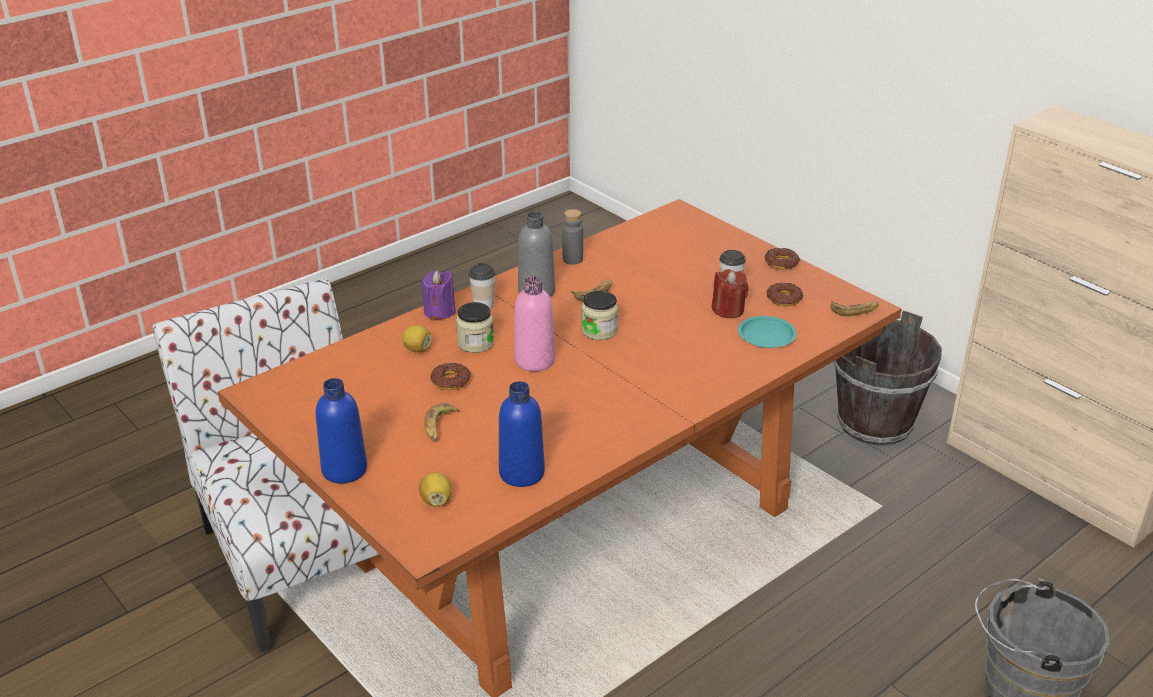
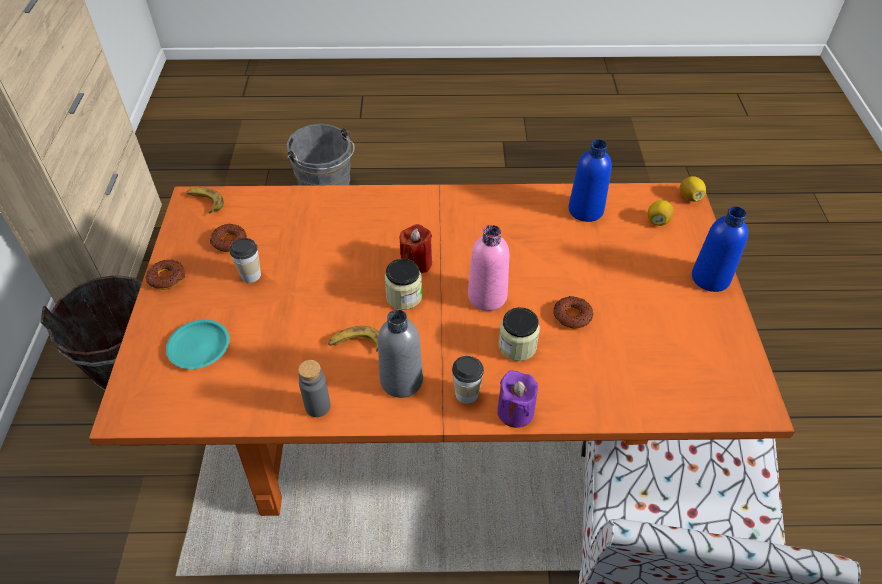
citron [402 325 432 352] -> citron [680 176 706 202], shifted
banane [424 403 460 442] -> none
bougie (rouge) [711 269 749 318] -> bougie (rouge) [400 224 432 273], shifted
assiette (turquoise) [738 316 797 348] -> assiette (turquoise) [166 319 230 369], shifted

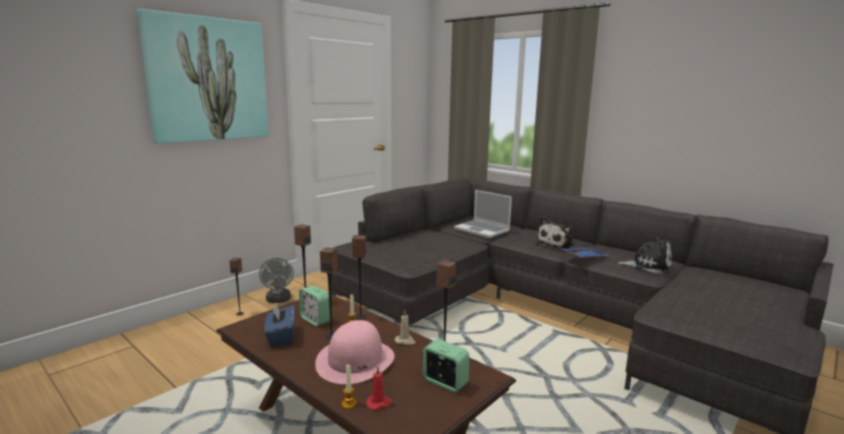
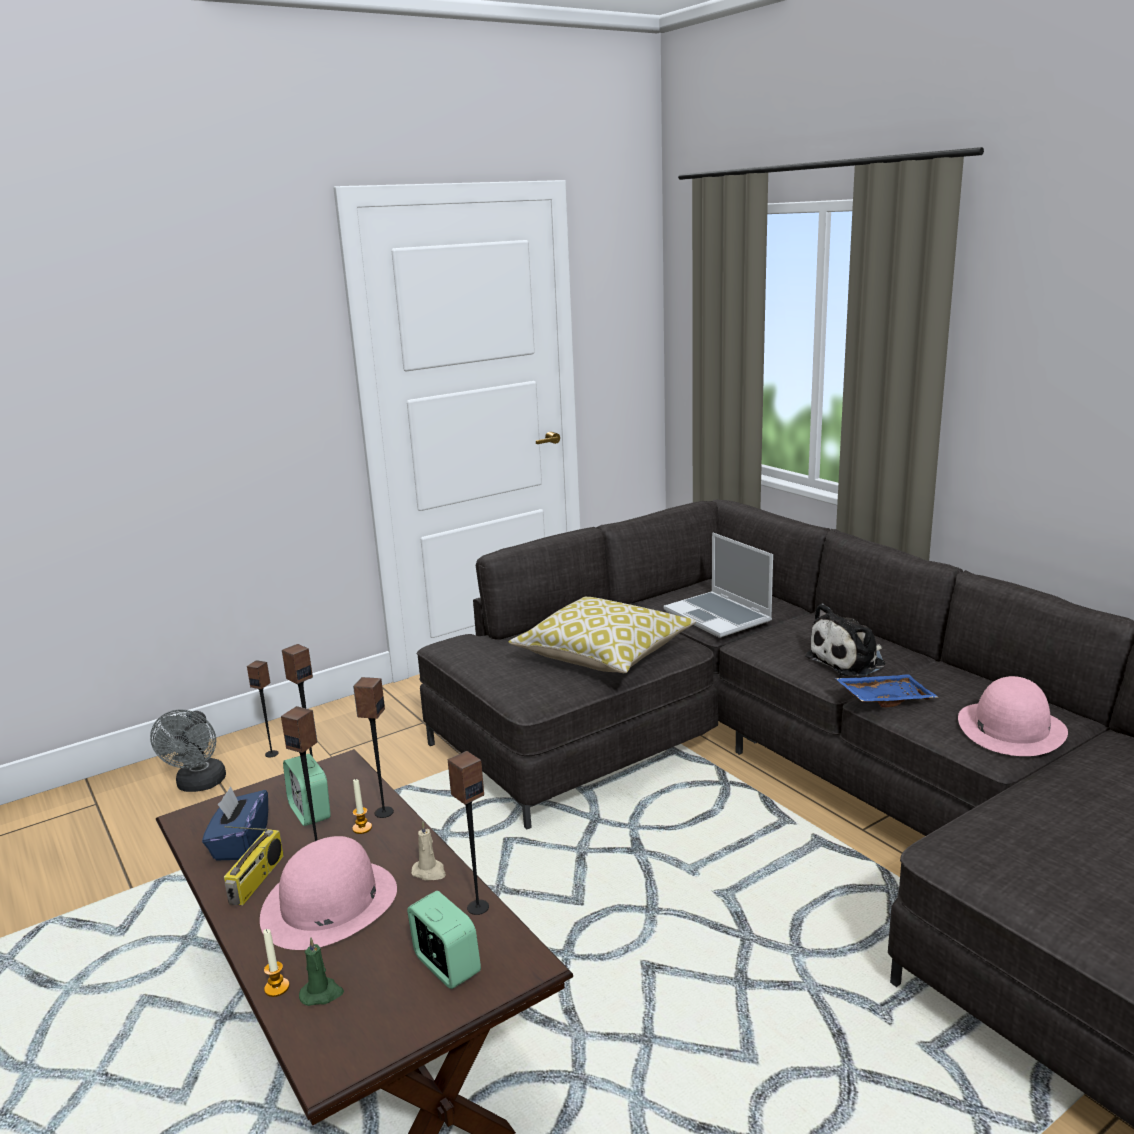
tableau [137 9 269 143] -> none
ventilateur (gris) [259 258 294 303] -> ventilateur (gris) [150 710 226 792], shifted
bougie (rouge) [366 367 392 410] -> bougie (vert) [299 937 344 1006]
peluche [618 236 672 274] -> chapeau (rose) [958 676 1068 756]
none -> radio [224 826 284 905]
none -> coussin [509 597 696 673]

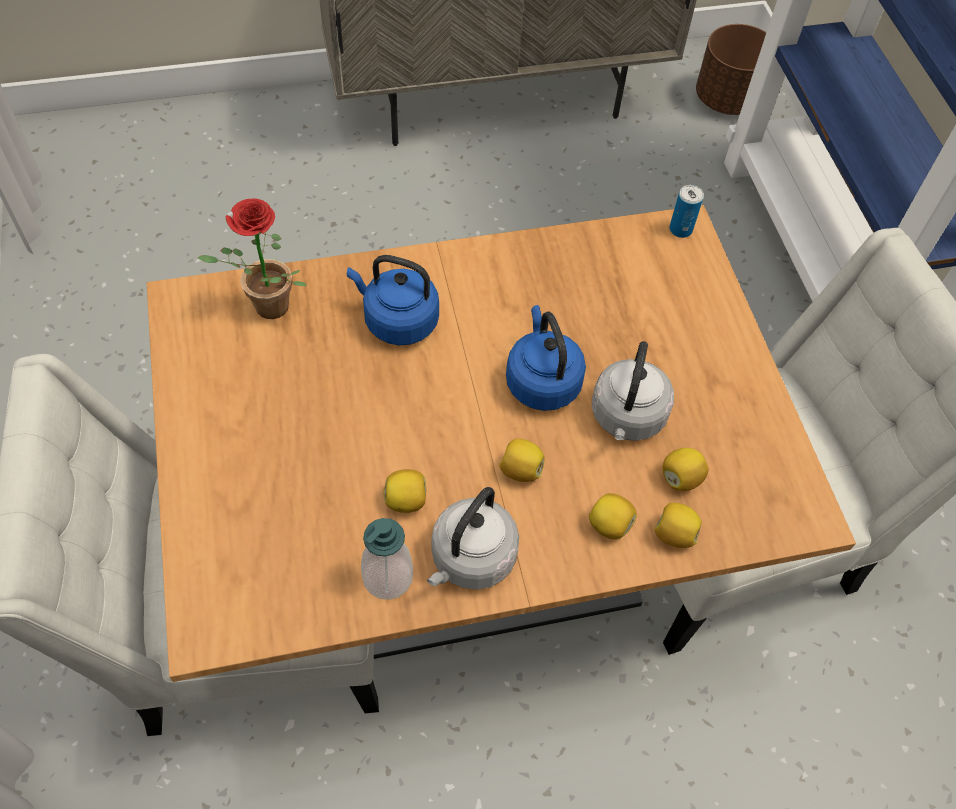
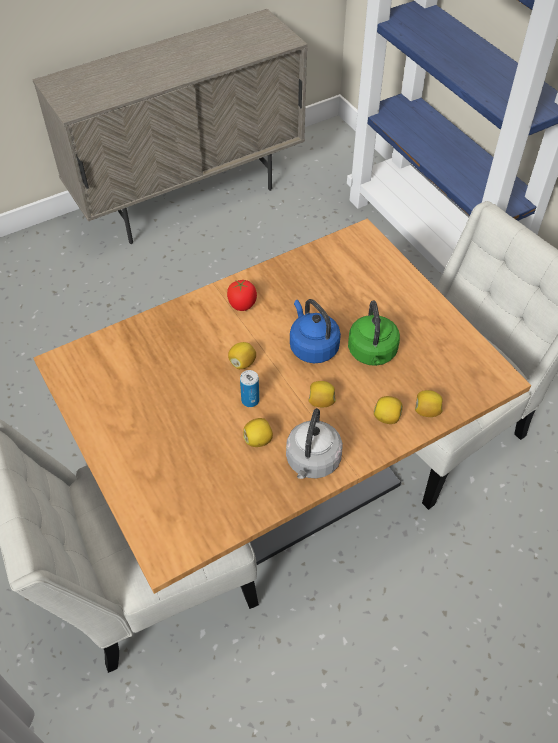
plante en pot [198 198 307 319] -> none
bouilloire (bleu) [347 255 439 345] -> none
distributeur de savon [361 518 413 600] -> none
bouilloire (gris) [592 341 674 441] -> bouilloire (vert) [348 300 400 366]
citron [663 448 708 491] -> citron [228 342 256 369], shifted
boîte métallique [669 185 704 238] -> boîte métallique [240 370 259 407], shifted
cache-pot (marron) [696 24 766 115] -> none
none -> tomate [227 279 257 311]

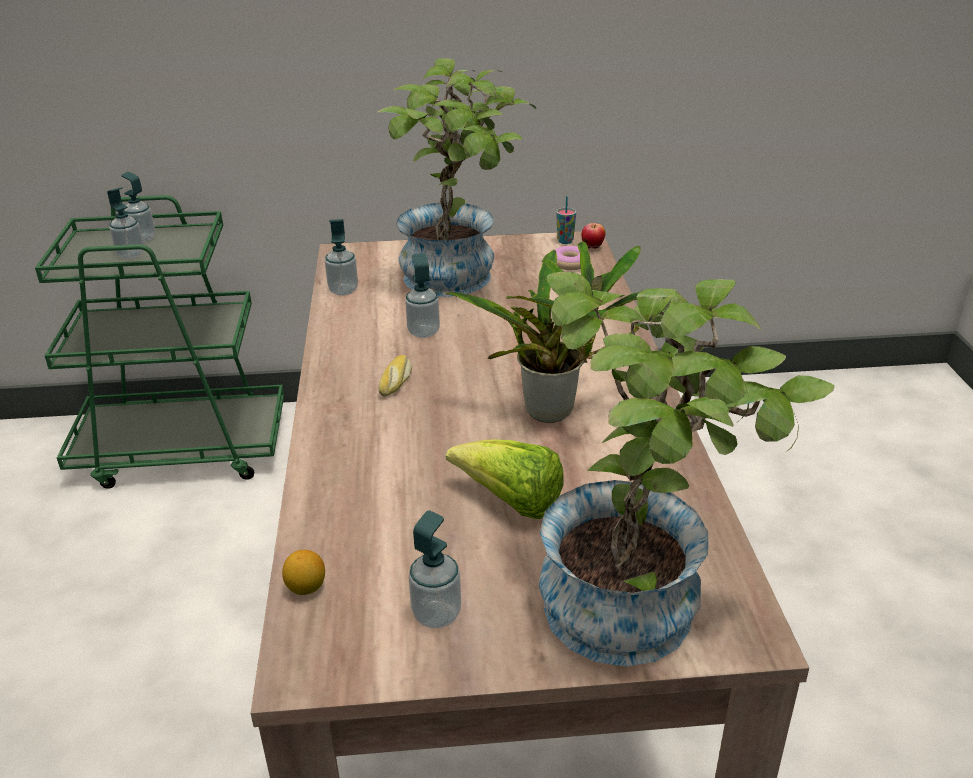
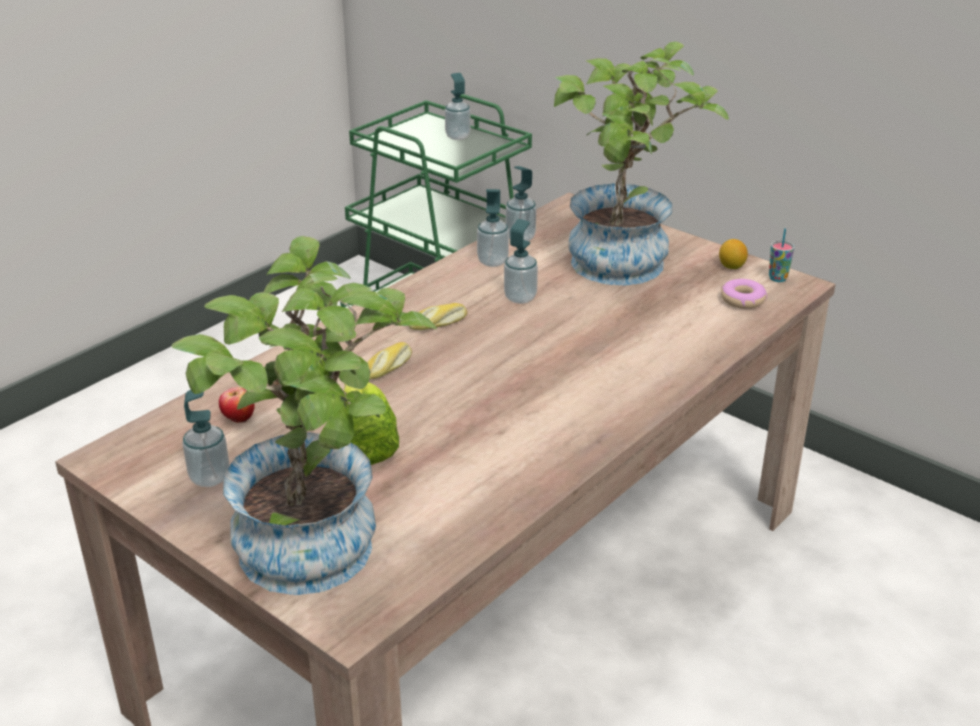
distributeur de savon [107 188 144 259] -> distributeur de savon [477 189 509 267], shifted
citron [282 550 325 595] -> citron [719 239 748 269], shifted
plante en pot [446 241 641 423] -> none
pomme [582 223 606 248] -> pomme [219 387 255 423], shifted
none -> pain [367 342 412 380]

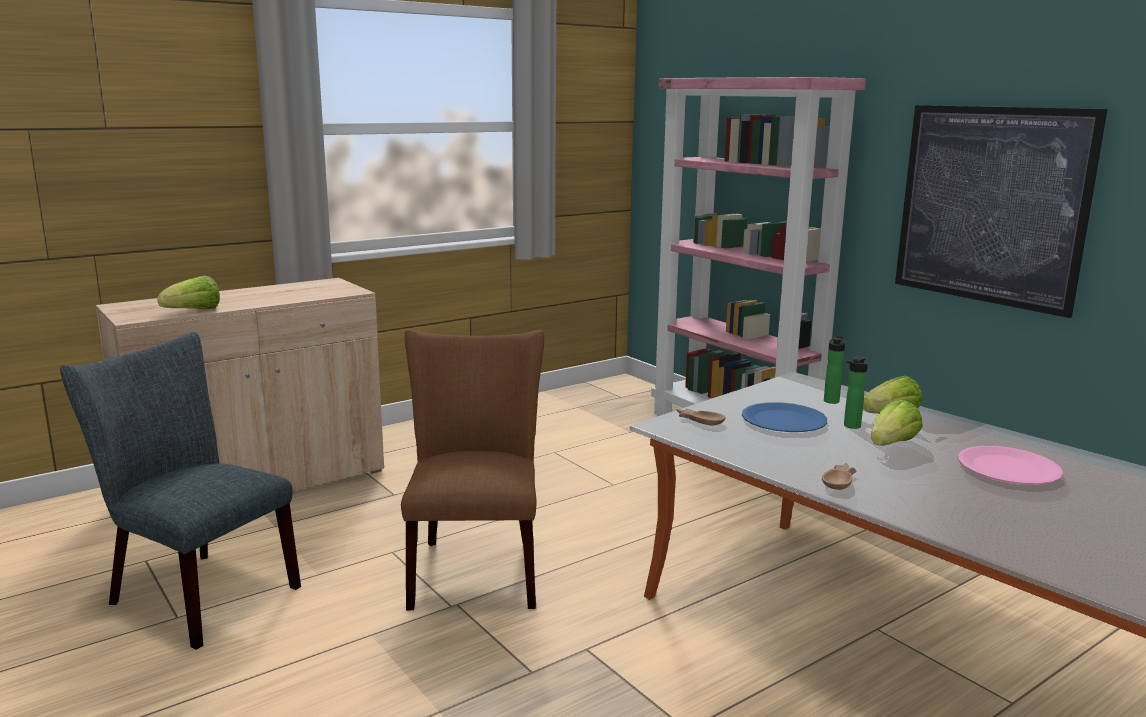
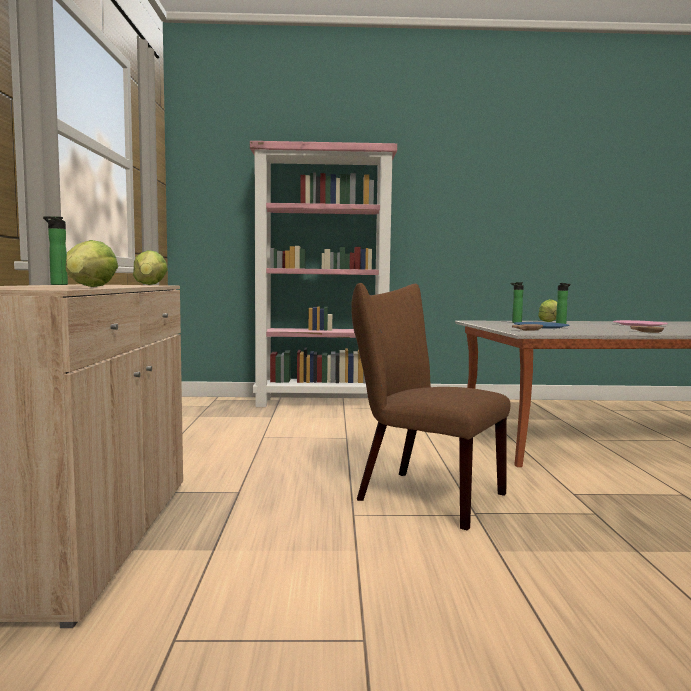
chaise (gris) [60 332 301 650] -> none
laitue [871 400 922 446] -> laitue [133 250 168 285], shifted
tableau [895 105 1108 318] -> none
none -> bouteille [43 216 68 285]

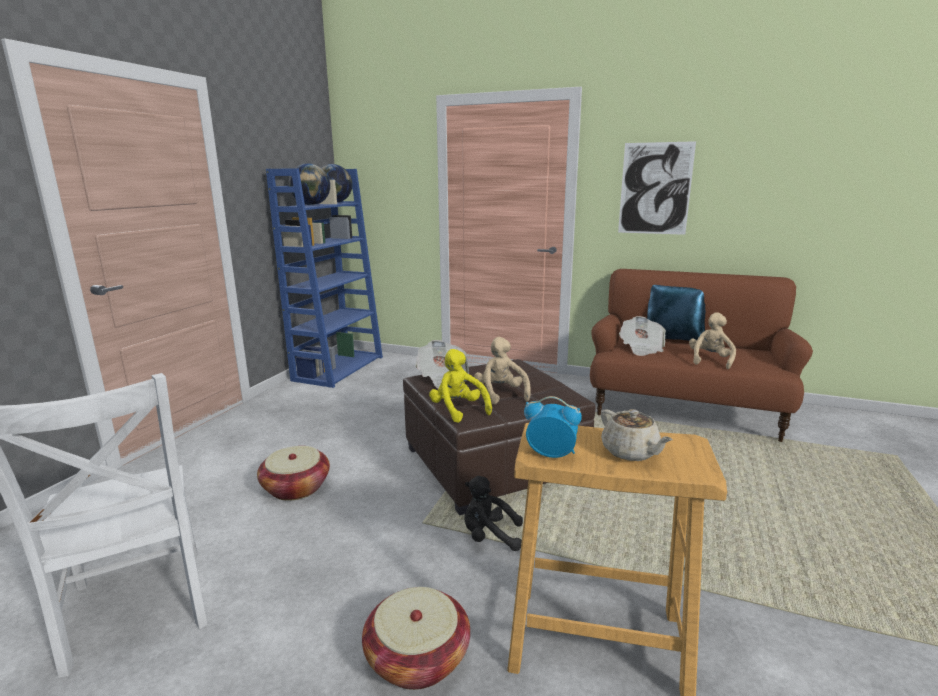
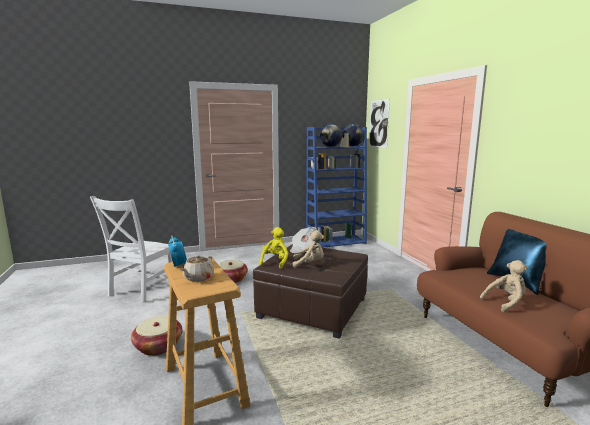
peluche (noir) [464 476 523 551] -> none
peluche (beige) [474 337 530 405] -> peluche (beige) [293 230 324 268], 60 degrees clockwise
tableau [618 141 696 235] -> tableau [369 99 390 148], shifted
journal [619 316 666 356] -> none

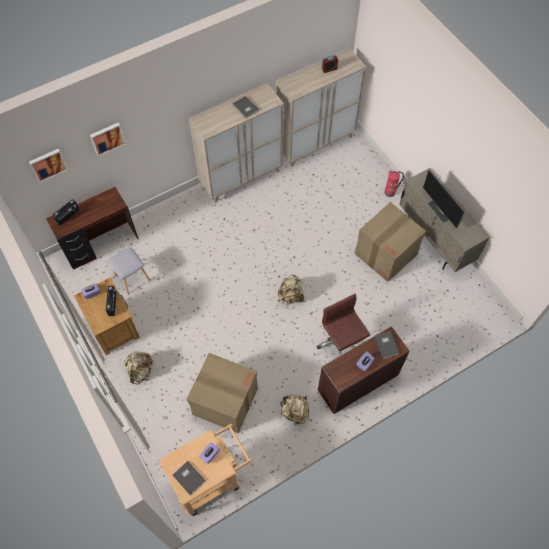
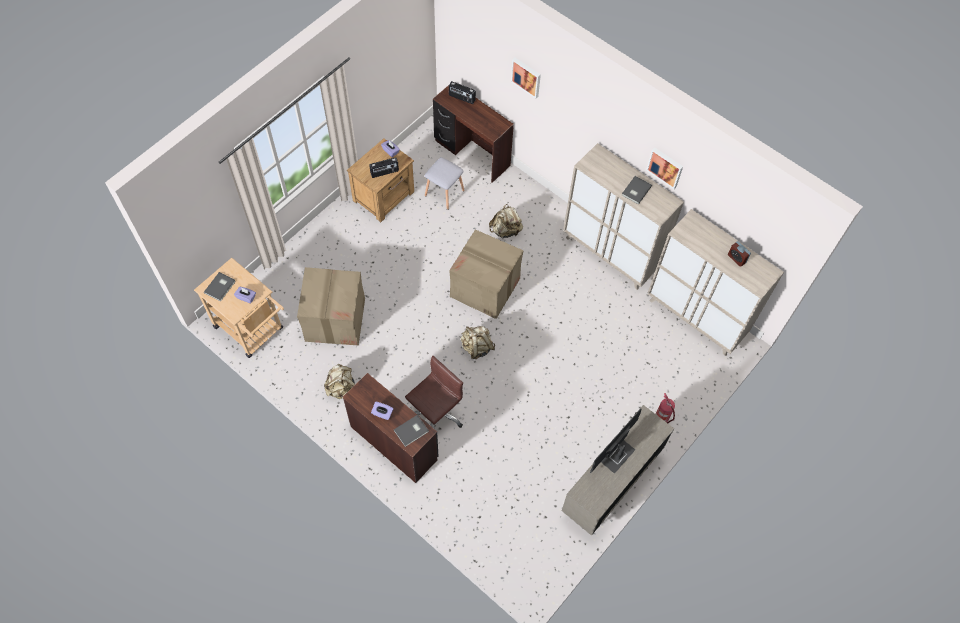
tableau [29 148 68 183] -> tableau [646 147 683 189], shifted
sac à dos (beige) [124 352 153 385] -> sac à dos (beige) [489 204 523 238], shifted
carton [354 202 426 282] -> carton [449 229 524 319], shifted

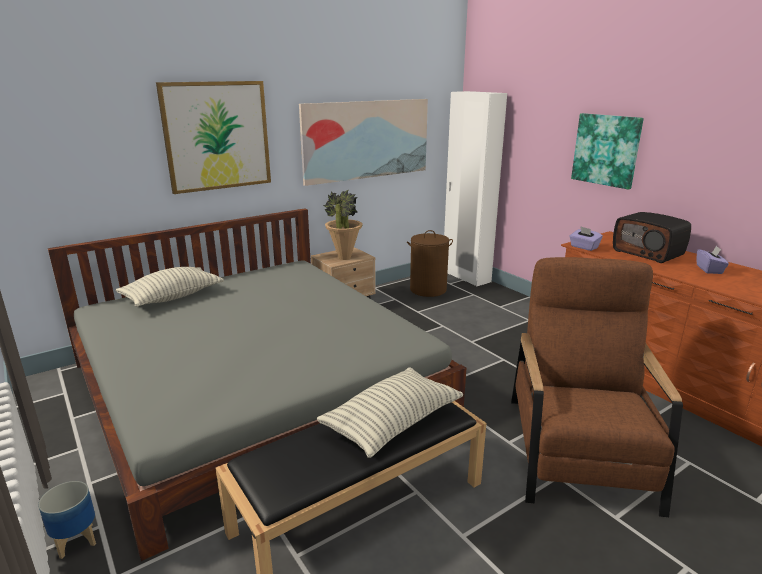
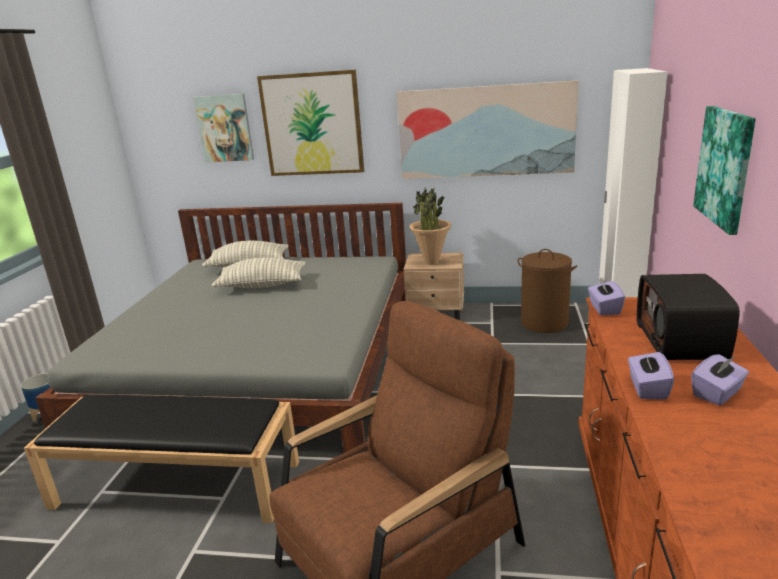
coussin [317 367 463 458] -> coussin [211 257 305 288], shifted
none -> tableau [193 94 254 162]
none -> boîte à mouchoirs (violet) [628 348 674 399]

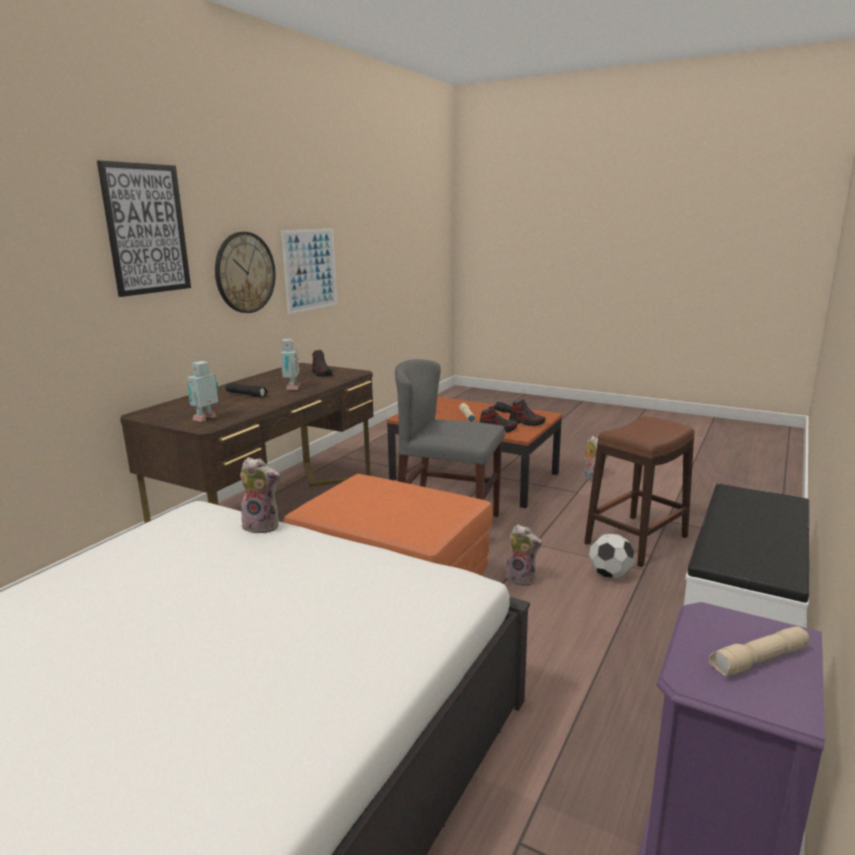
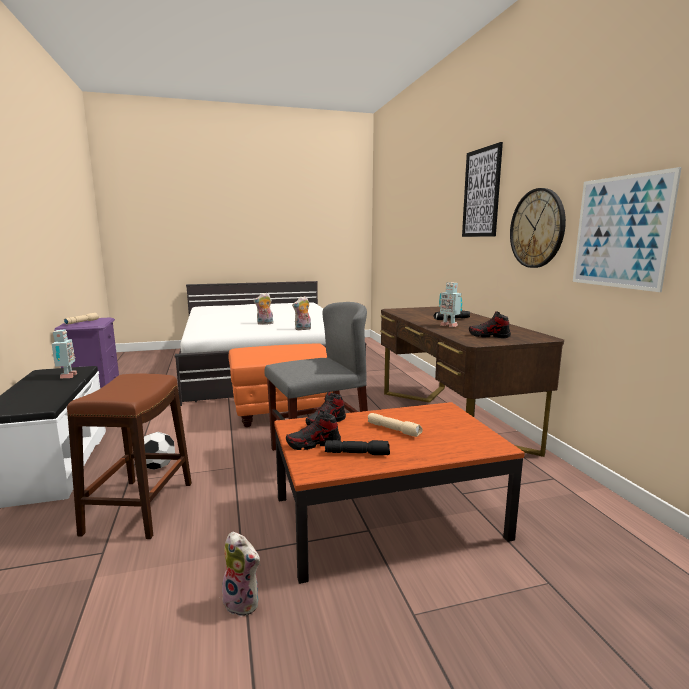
robot jouet [187 361 218 422] -> robot jouet [52 329 77 379], shifted
peluche [506 524 542 586] -> peluche [253 293 274 325], shifted

